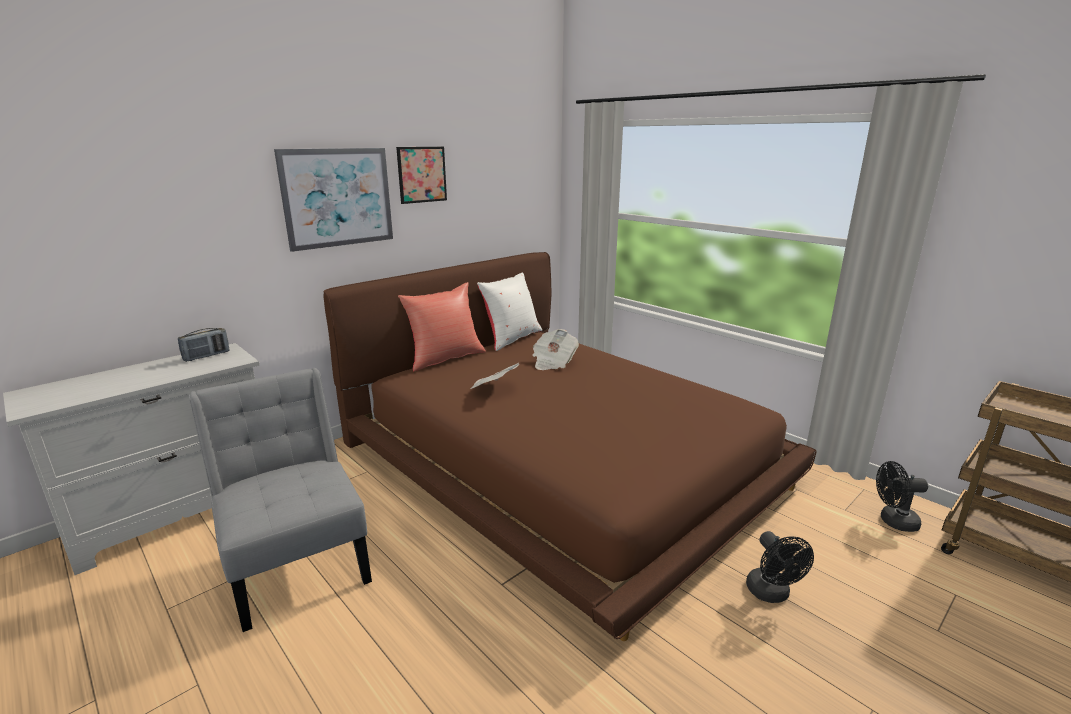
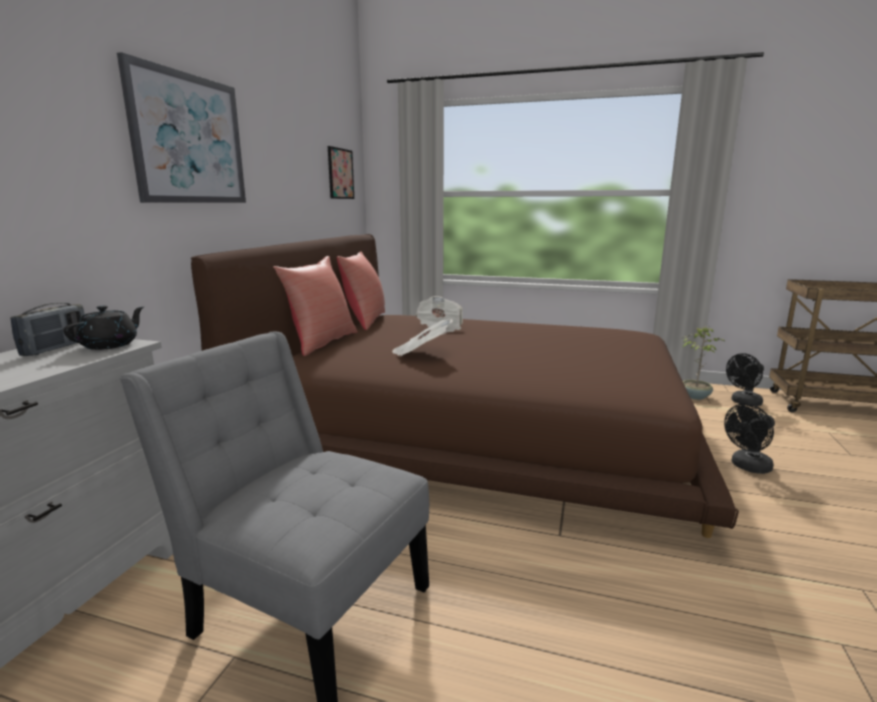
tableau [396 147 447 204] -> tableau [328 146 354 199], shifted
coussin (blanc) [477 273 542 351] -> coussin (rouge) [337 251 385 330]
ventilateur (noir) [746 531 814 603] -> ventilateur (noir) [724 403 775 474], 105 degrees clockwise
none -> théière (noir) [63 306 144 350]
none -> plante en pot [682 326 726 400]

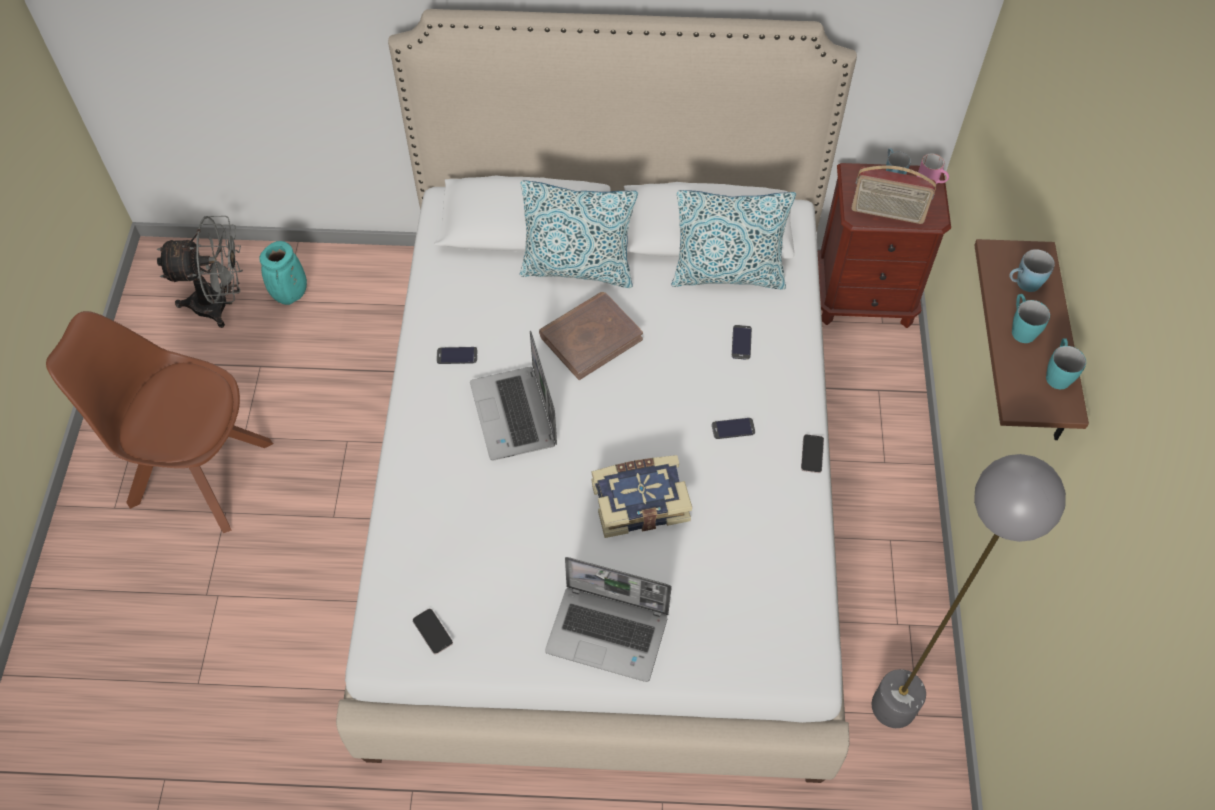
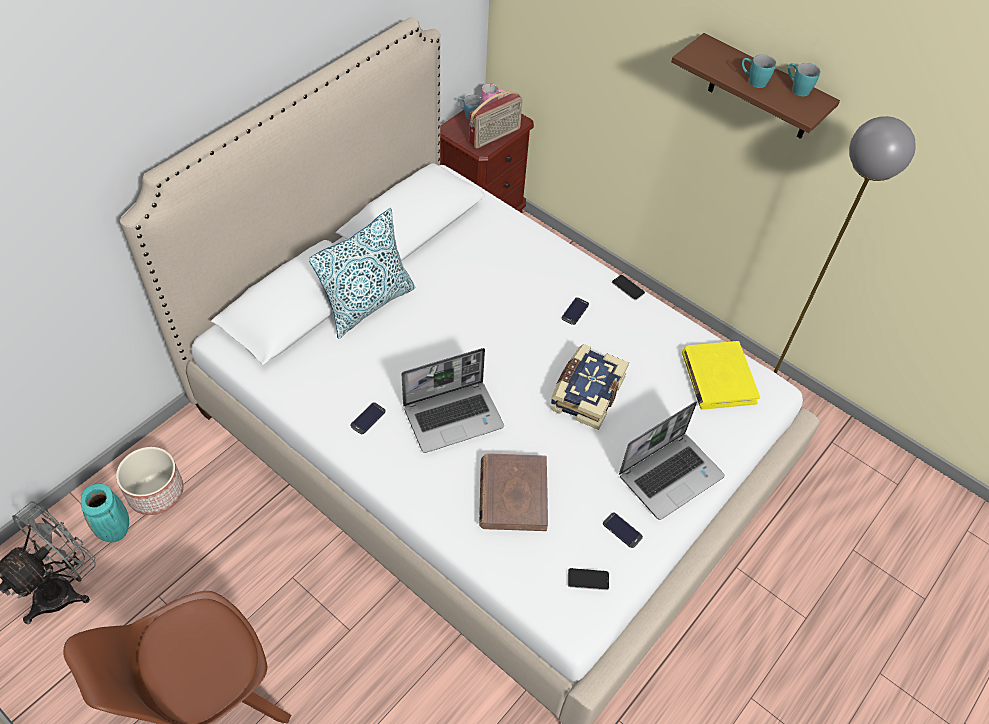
ordinateur portable [470 330 557 460] -> ordinateur portable [402 348 504 453], 45 degrees counterclockwise
livre (marron) [539 292 643 380] -> livre (marron) [479 453 548 531], shifted
coussin [672 190 796 289] -> none
téléphone [732 325 752 360] -> téléphone [603 513 643 548], shifted
mug (bleu) [1009 249 1055 292] -> none
none -> cache-pot [116 447 184 515]
none -> livre (jaune) [682 341 760 410]

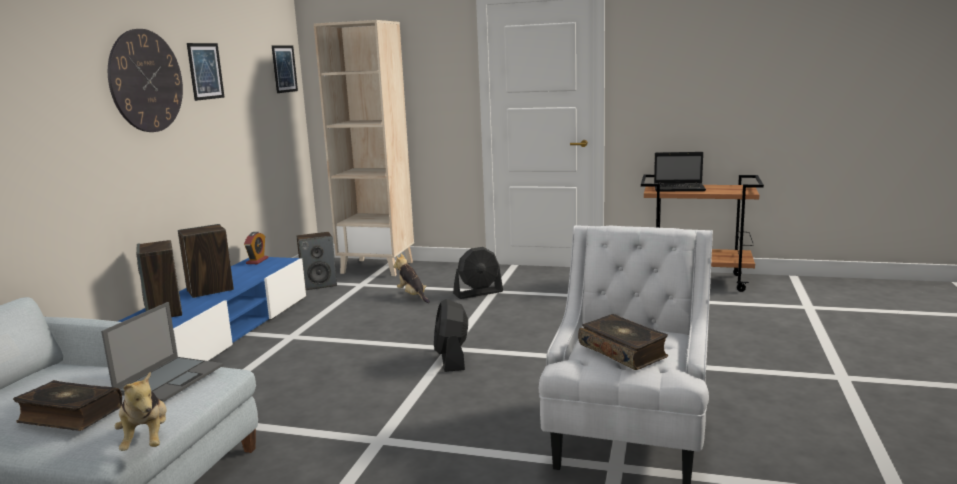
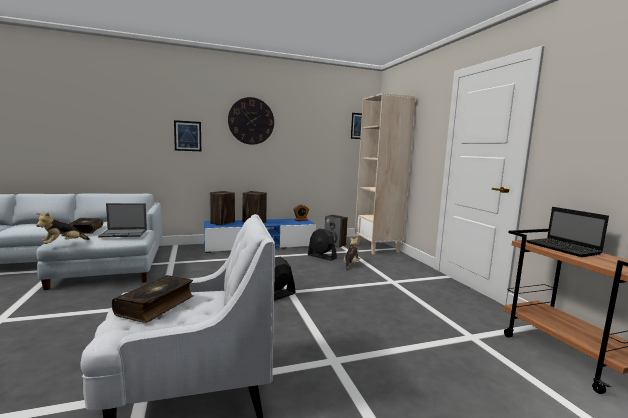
tableau [187 43 225 101] -> tableau [174 120 201 151], shifted
ventilateur (noir) [453 247 503 299] -> ventilateur (noir) [308 228 337 261], shifted

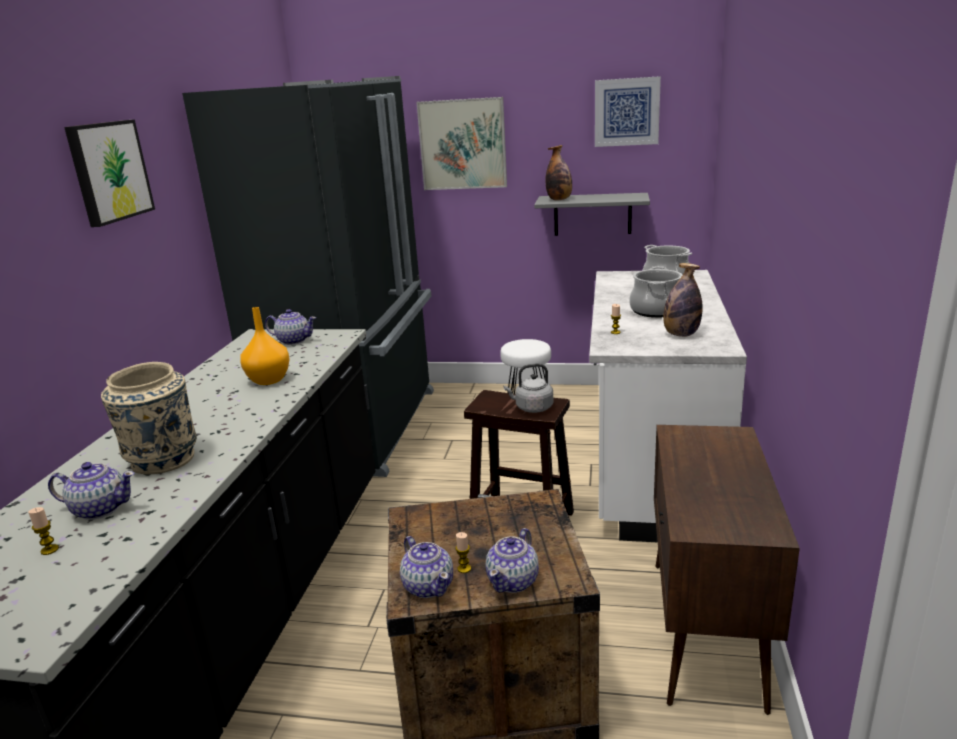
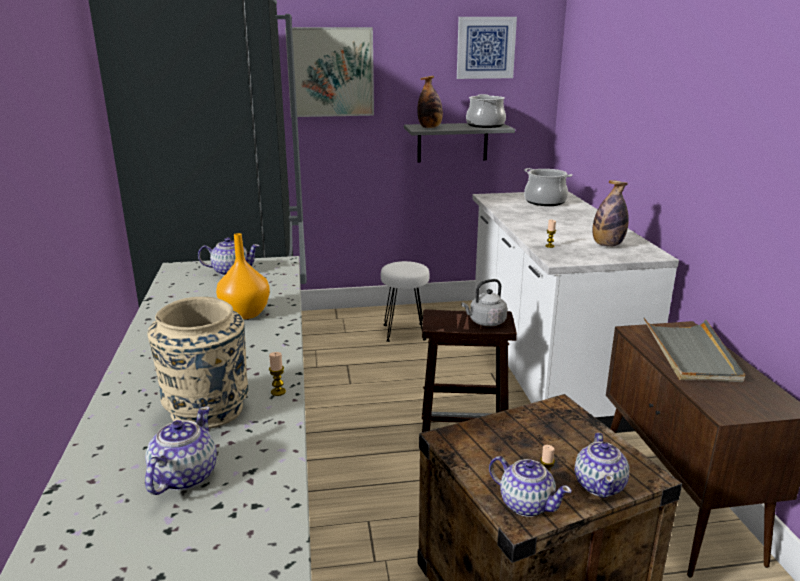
bougie [28 507 59 555] -> bougie [269 352 286 396], shifted
théière [48 462 135 520] -> théière [145 406 217 495], 60 degrees counterclockwise
tableau [64 120 155 227] -> none
marmite [629 266 682 318] -> marmite [466 94 506 128], shifted
none -> plateau (gris) [644 318 745 382]

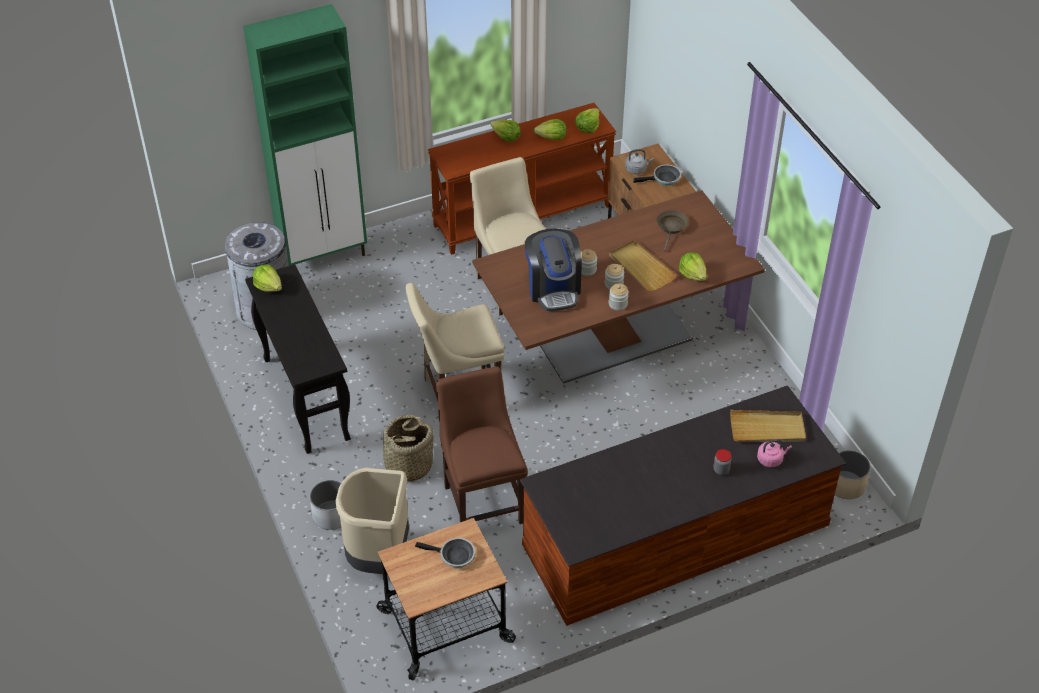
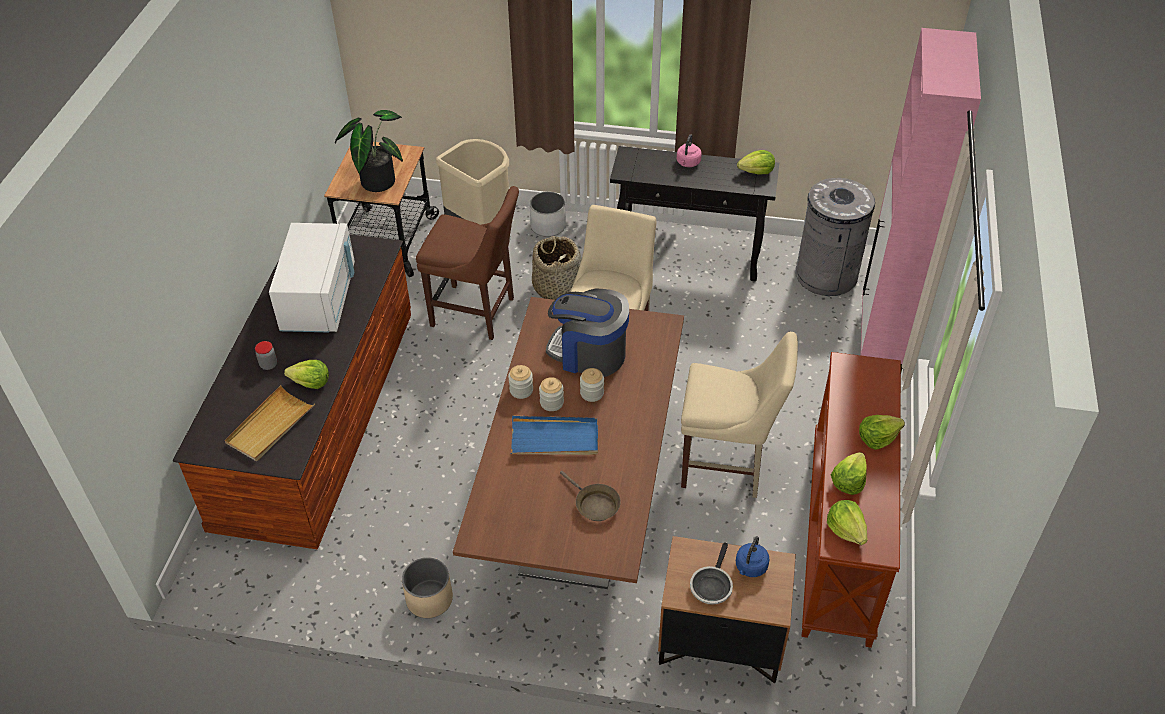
meuble de rangement (vert) [243 4 367 266] -> meuble de rangement (rose) [861 28 981 371]
poêle [415 538 475 568] -> plante en pot [335 110 403 192]
plateau (beige) [609 240 677 292] -> plateau (bleu) [511 416 598 455]
bouilloire (gris) [625 149 654 174] -> bouilloire (bleu) [736 536 770 577]
laitue [679 252 706 281] -> laitue [284 360 329 389], shifted
bouilloire (rose) [757 439 792 467] -> bouilloire (rose) [677 134 702 167], shifted
cache-pot (beige) [835 450 871 499] -> cache-pot (beige) [402 557 453 618], shifted
none -> micro-ondes (blanc) [269 223 355 332]

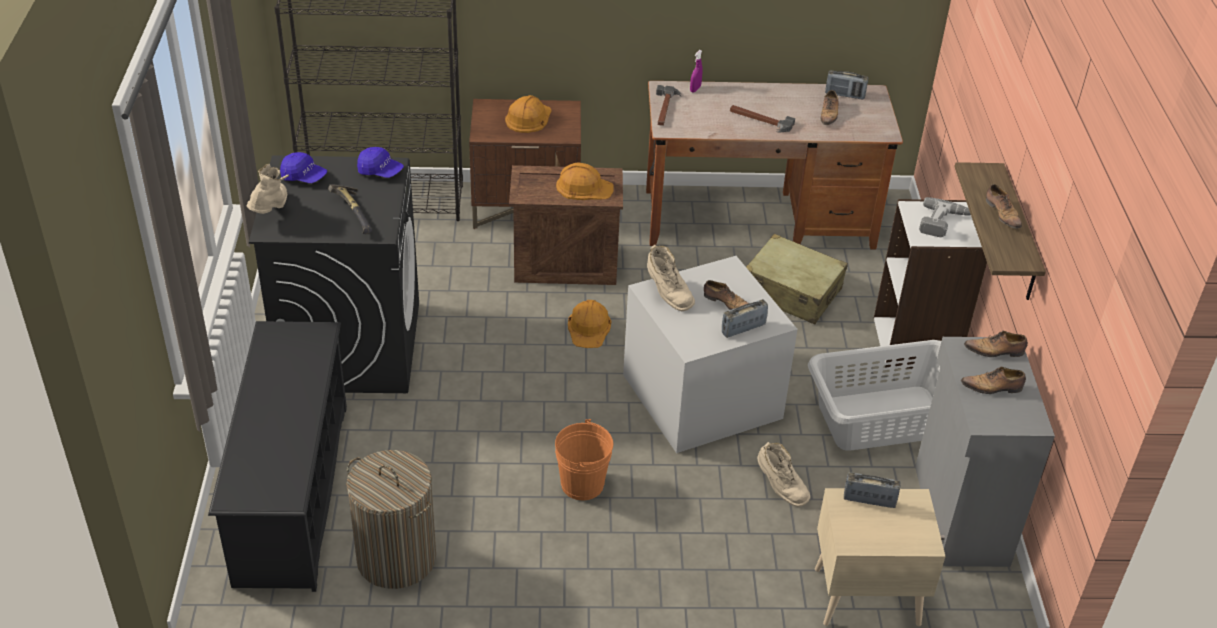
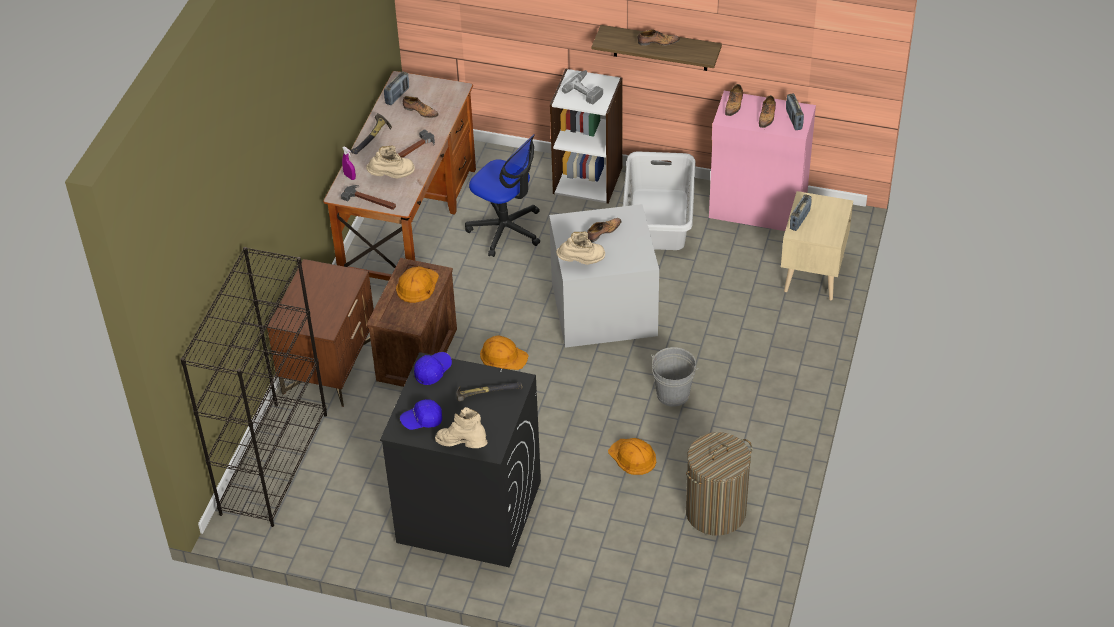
étagère à chaussures (noir) [208 321 347 592] -> none
casquette (bleu) [280 152 327 183] -> casquette (bleu) [400 399 442 430], 150 degrees counterclockwise
casque de chantier (orange) [505 95 552 133] -> casque de chantier (orange) [608 438 656 475], shifted
seau (orange) [555 419 613 500] -> seau (gris) [651 347 698 407]
radio [722 299 768 338] -> radio [786 94 804 130], shifted
valise (beige) [746 233 848 325] -> chaise de bureau [465 135 540 257]
botte (beige) [757 442 810 507] -> botte (beige) [366 146 415 179], shifted
meuble de rangement (gris) [915 337 1055 567] -> meuble de rangement (rose) [709 91 816 231]
none -> marteau [351 113 392 154]

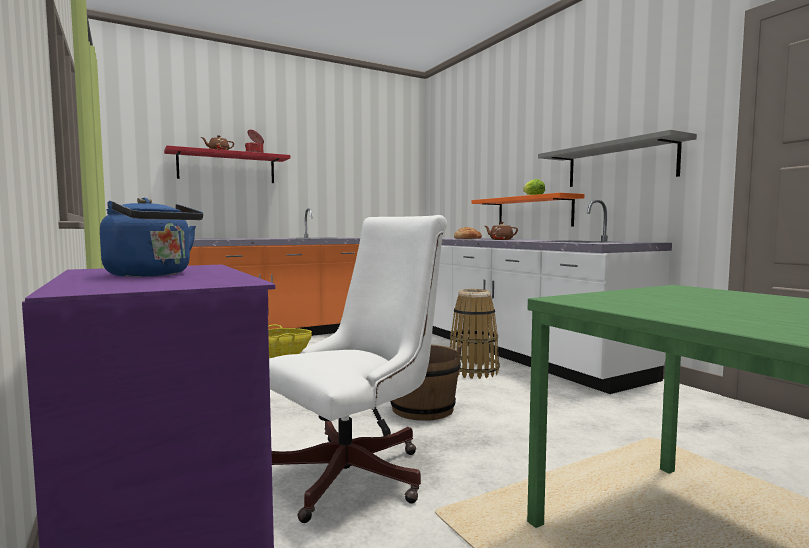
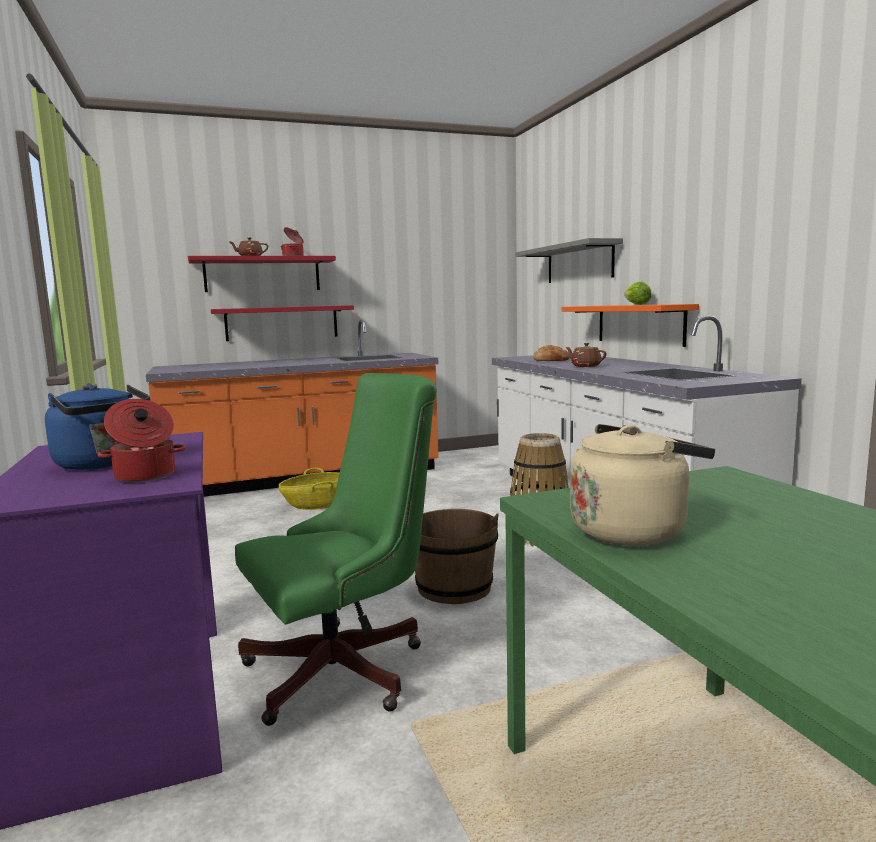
chaise de bureau (blanc) [269 215 447 523] -> chaise de bureau (vert) [235 373 437 726]
étagère (gris) [538 129 697 187] -> étagère (gris) [515 238 623 283], shifted
none -> marmite [97 399 186 482]
none -> étagère (rouge) [211 305 354 341]
none -> bouilloire (beige) [570 424 715 546]

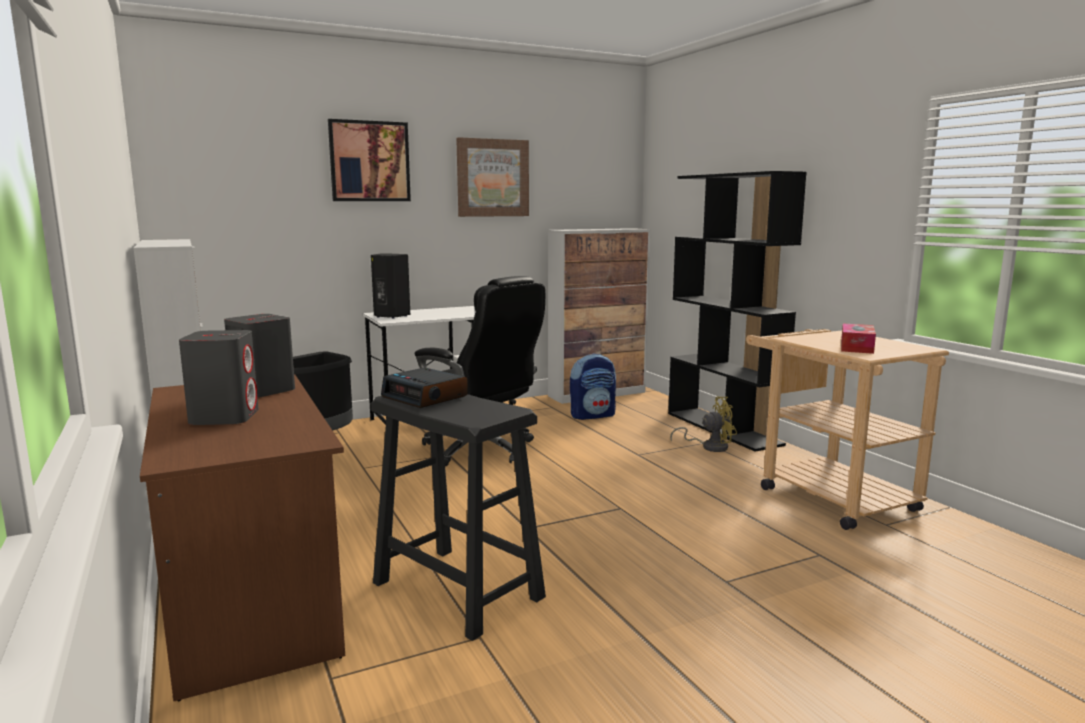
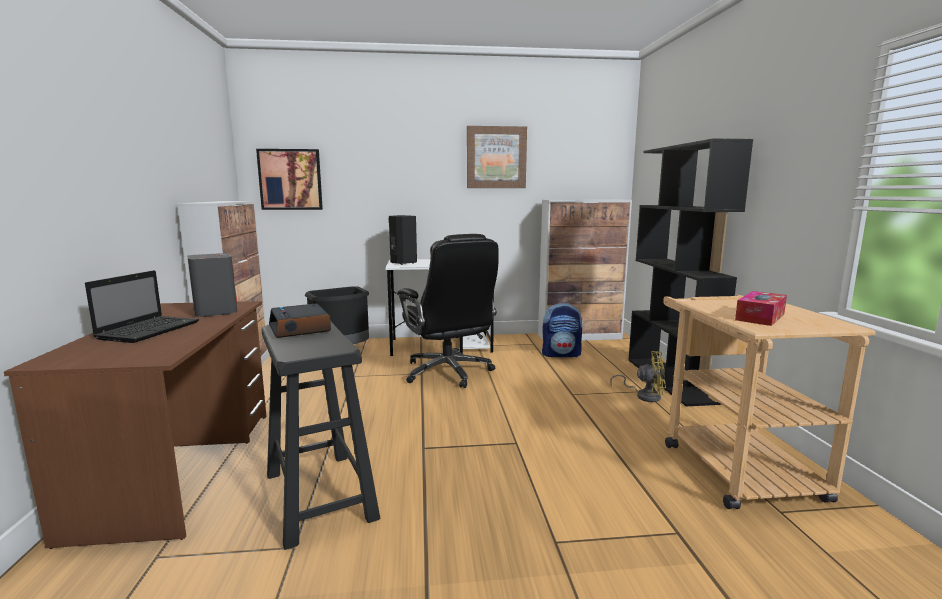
enceinte (gris) [179 330 259 425] -> ordinateur portable [85 270 199 343]
tableau [328 119 411 201] -> tableau [256 149 323 210], shifted

